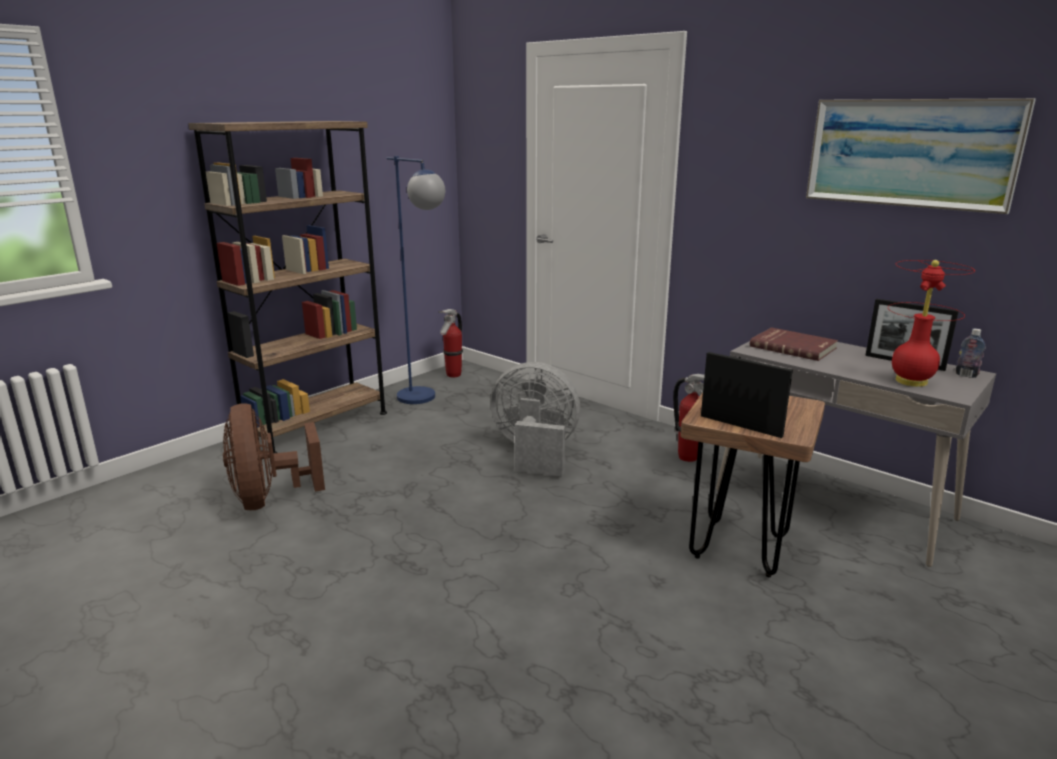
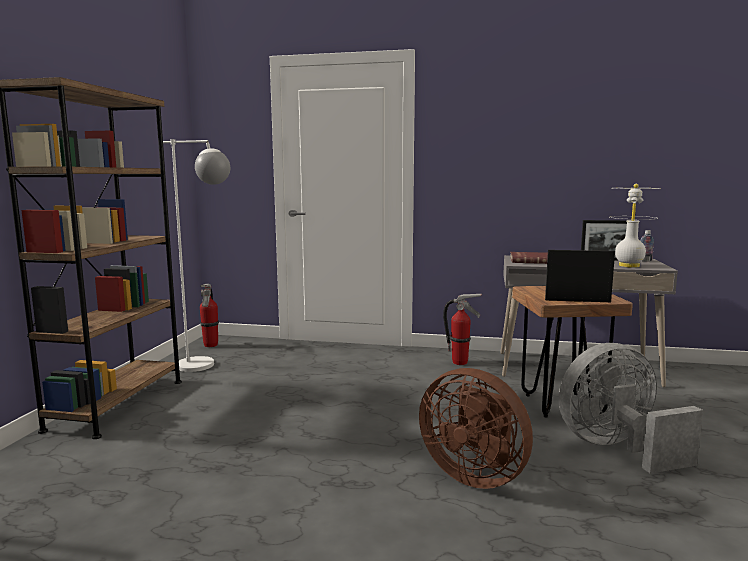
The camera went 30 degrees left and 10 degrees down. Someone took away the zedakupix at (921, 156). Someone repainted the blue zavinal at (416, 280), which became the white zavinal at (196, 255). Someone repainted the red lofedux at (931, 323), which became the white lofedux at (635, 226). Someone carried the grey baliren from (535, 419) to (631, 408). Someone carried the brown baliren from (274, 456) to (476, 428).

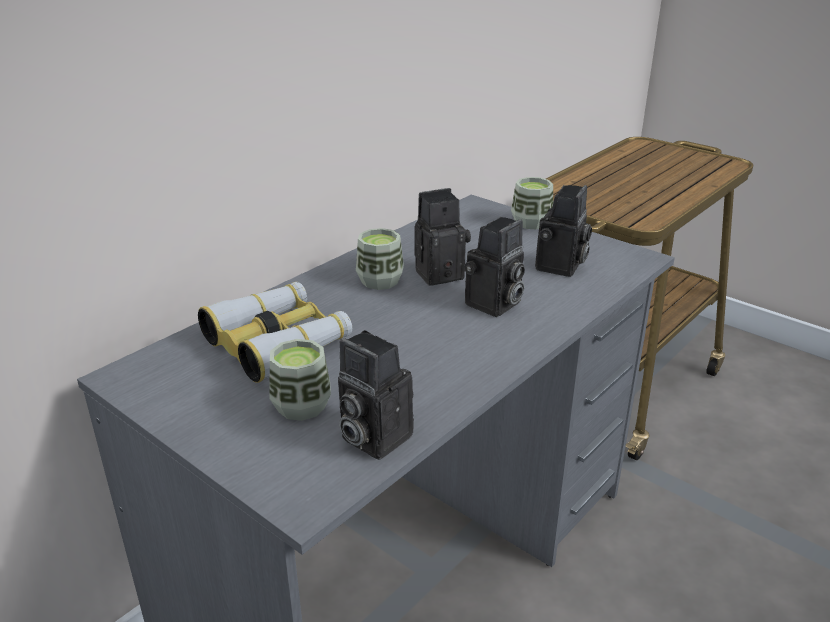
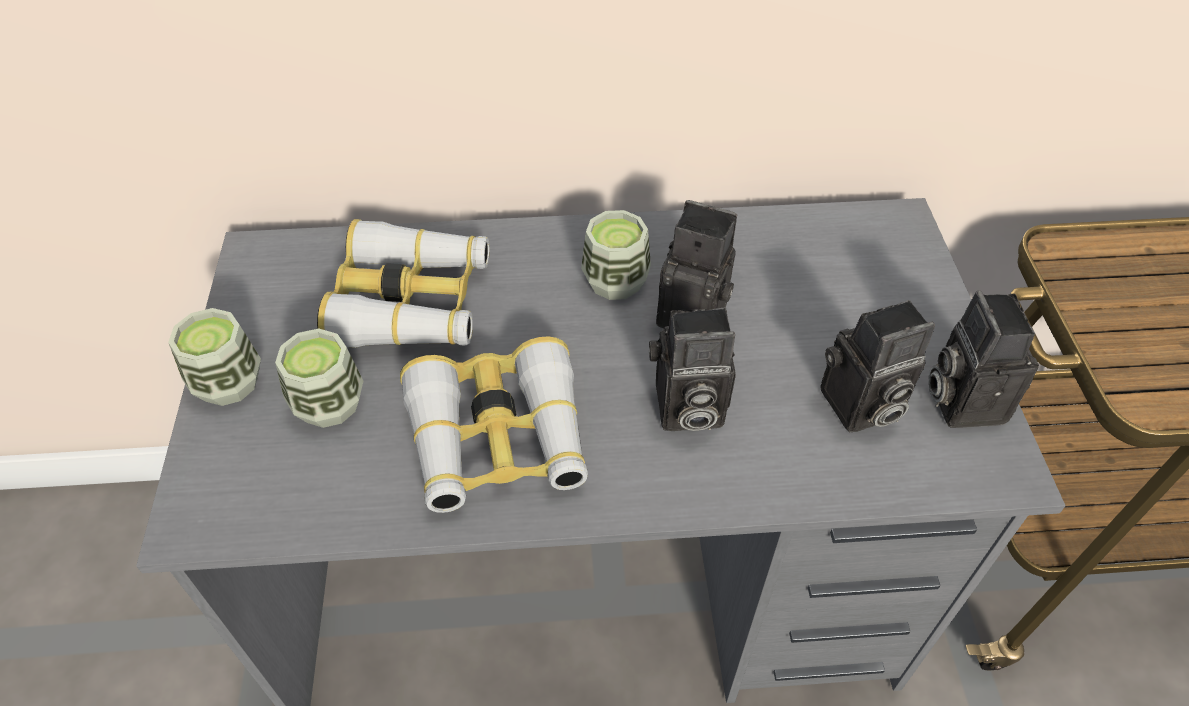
The camera went 45 degrees right and 20 degrees up. Someone carried the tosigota from (532, 203) to (214, 357). Someone carried the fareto from (376, 395) to (984, 359). Someone put down the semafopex at (494, 424).

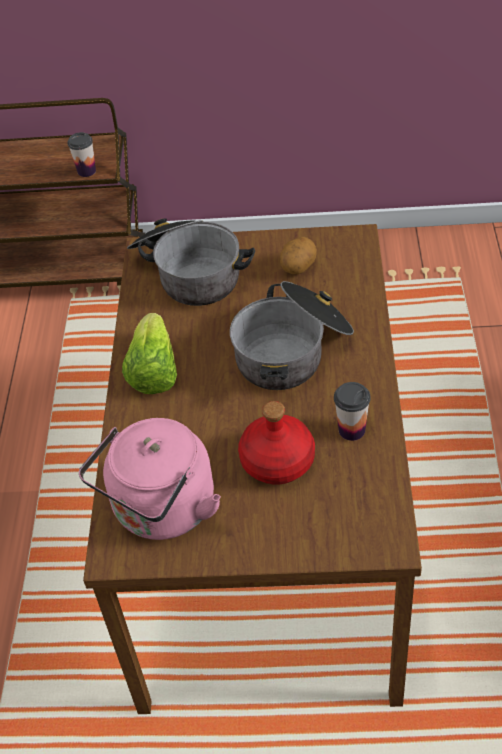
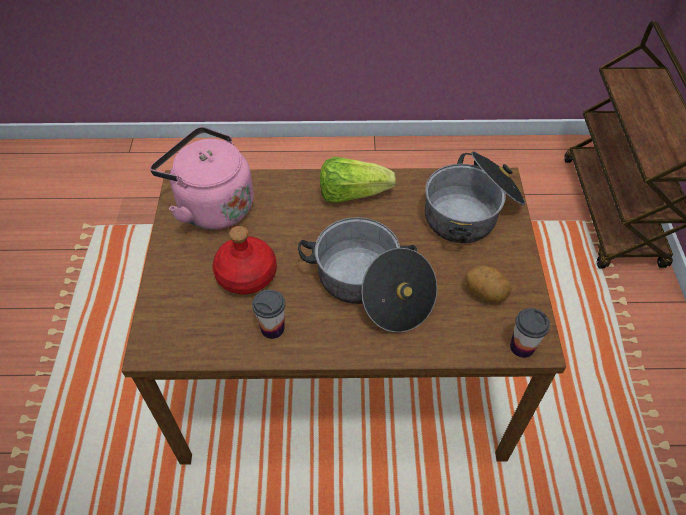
The camera went 85 degrees right and 5 degrees up. Someone carried the tosigota from (81, 154) to (530, 333).

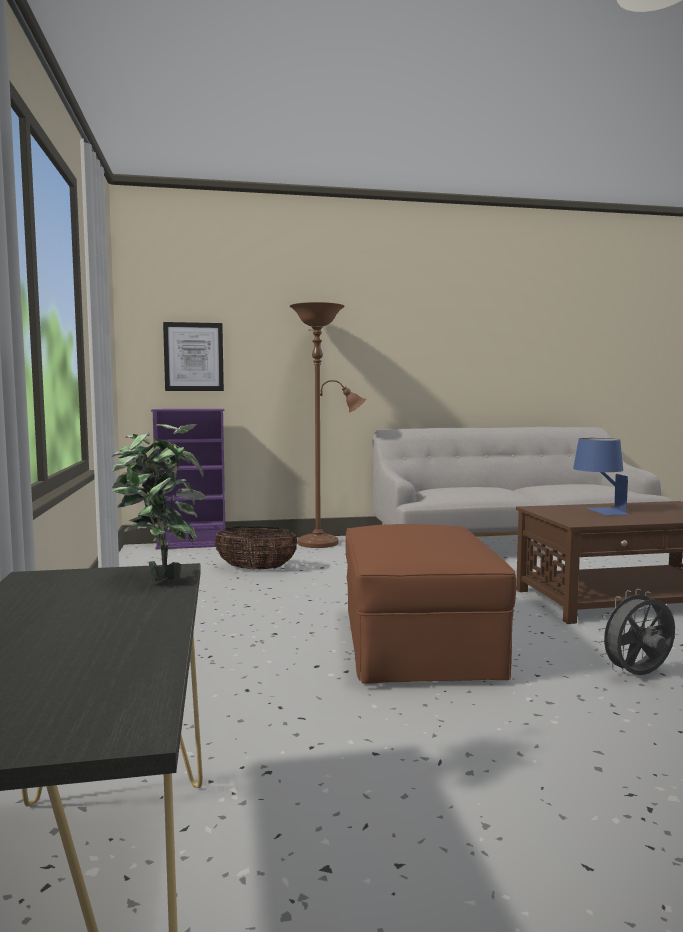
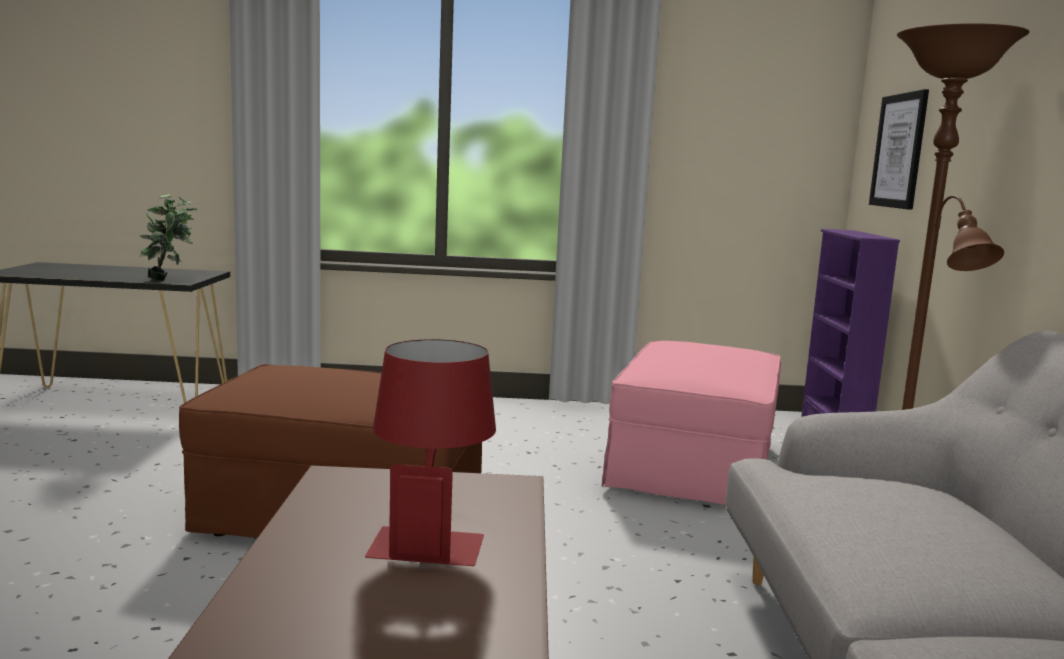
The camera went 100 degrees right and 5 degrees up. Someone repainted the blue lofedux at (602, 476), which became the red lofedux at (430, 452). Someone swapped the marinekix at (256, 548) for the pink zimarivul at (691, 423). Someone took away the grey baliren at (636, 632).

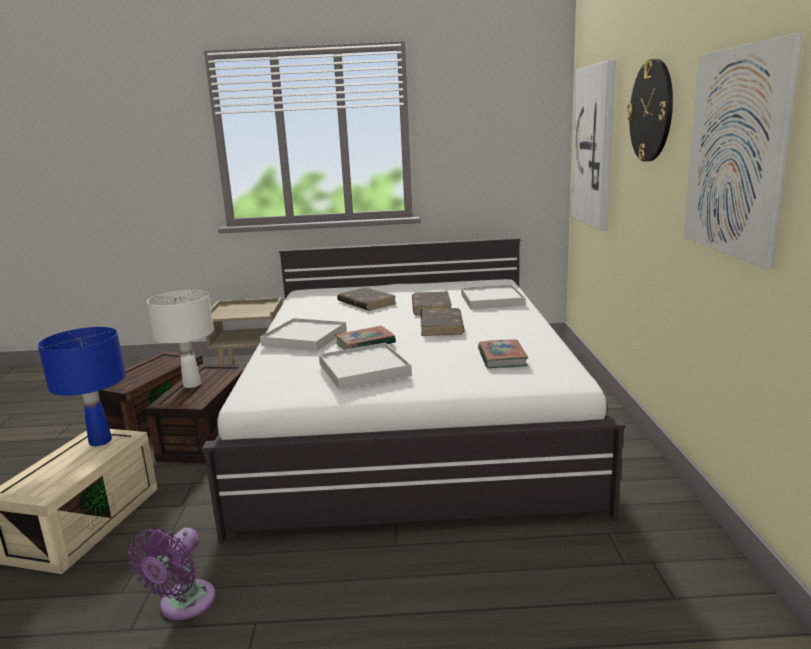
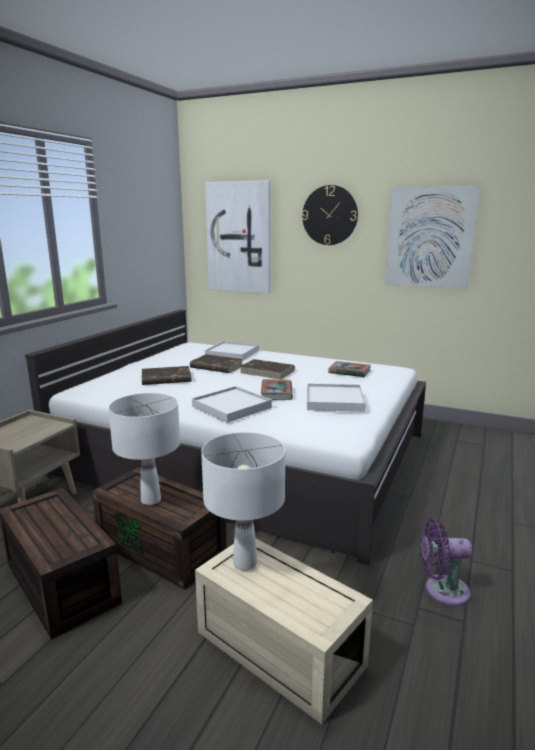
The camera went 65 degrees left and 0 degrees up. Someone repainted the blue lofedux at (82, 386), which became the white lofedux at (243, 501). Someone rotated the purple baliren at (172, 573) by 135 degrees clockwise.

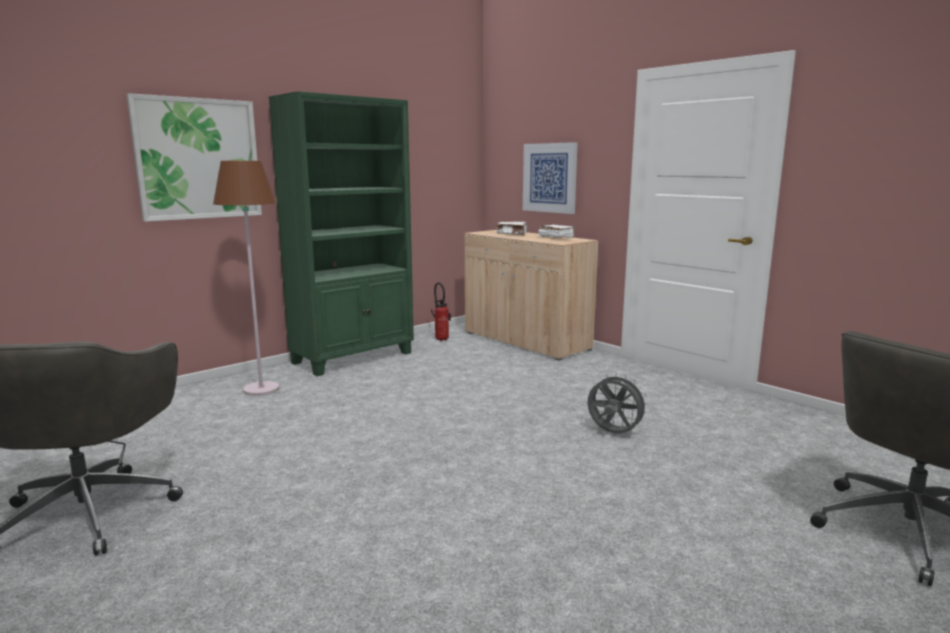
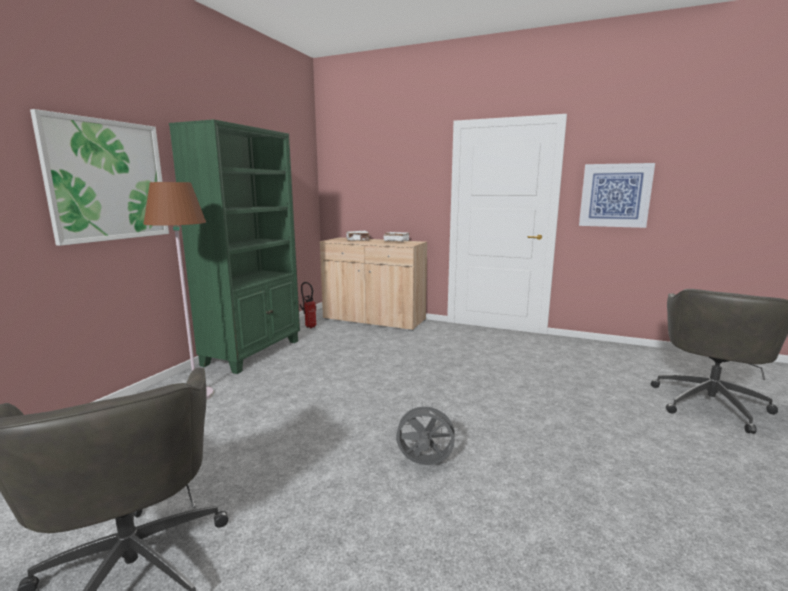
The camera went 25 degrees left and 0 degrees up. Someone carried the zedakupix from (550, 178) to (617, 195). Someone carried the grey baliren from (618, 403) to (426, 433).

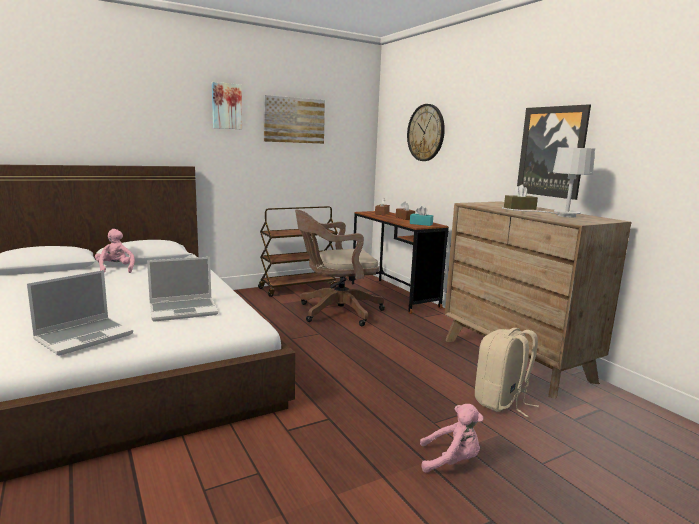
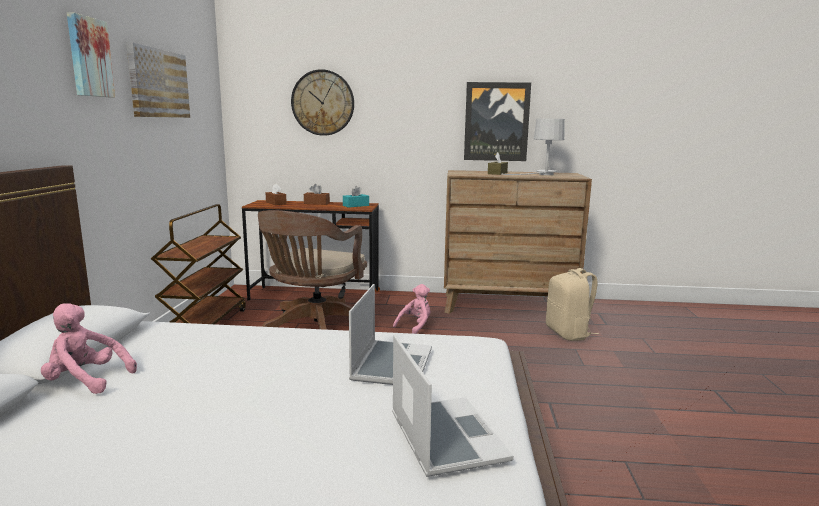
The camera went 55 degrees left and 0 degrees up. Someone carried the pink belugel from (451, 438) to (411, 309).

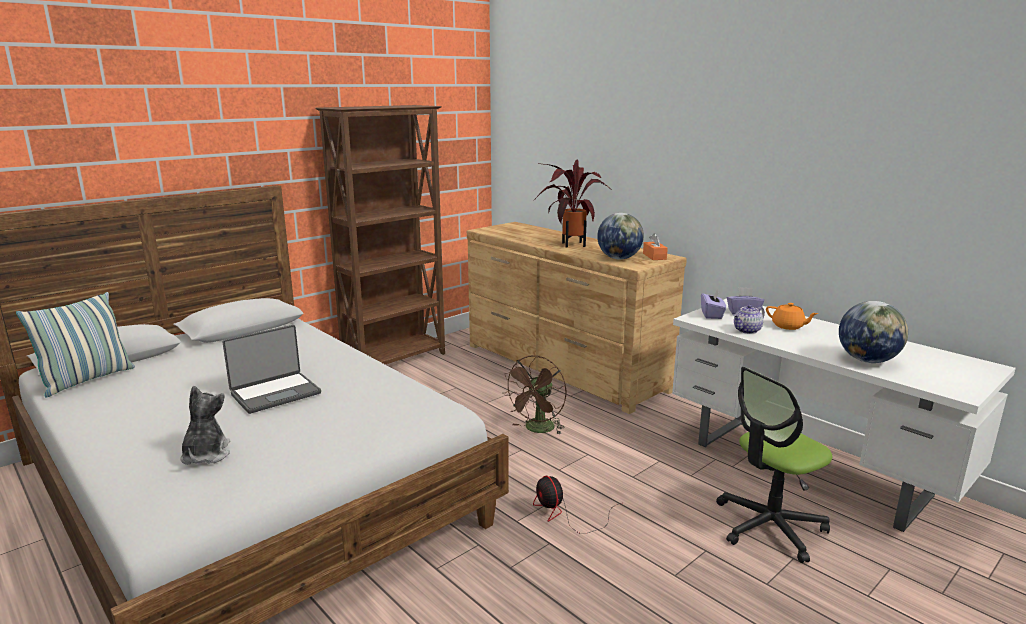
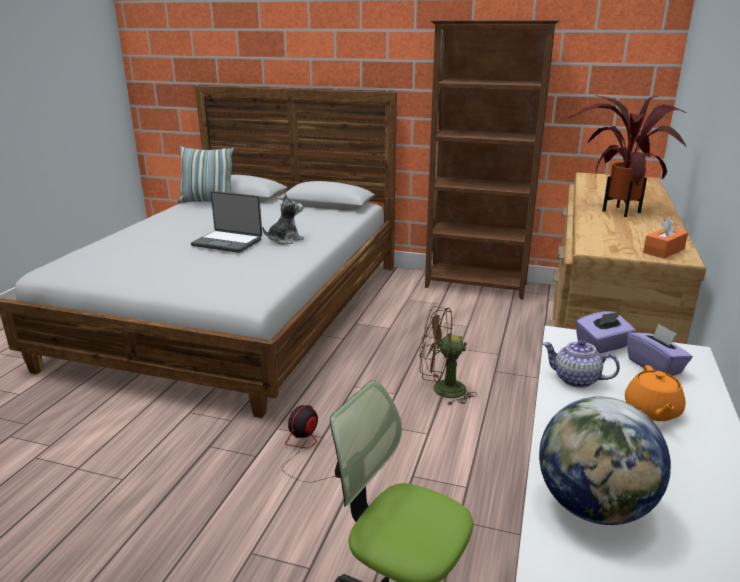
The camera went 60 degrees right and 5 degrees up. Someone took away the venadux at (620, 236). Someone carried the belugel from (205, 425) to (283, 219).

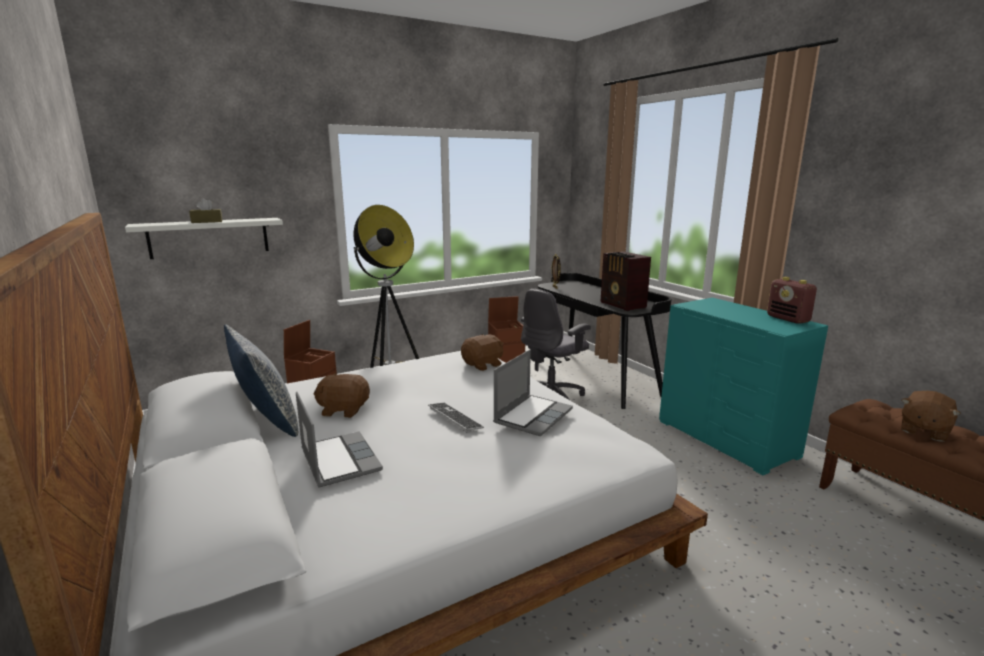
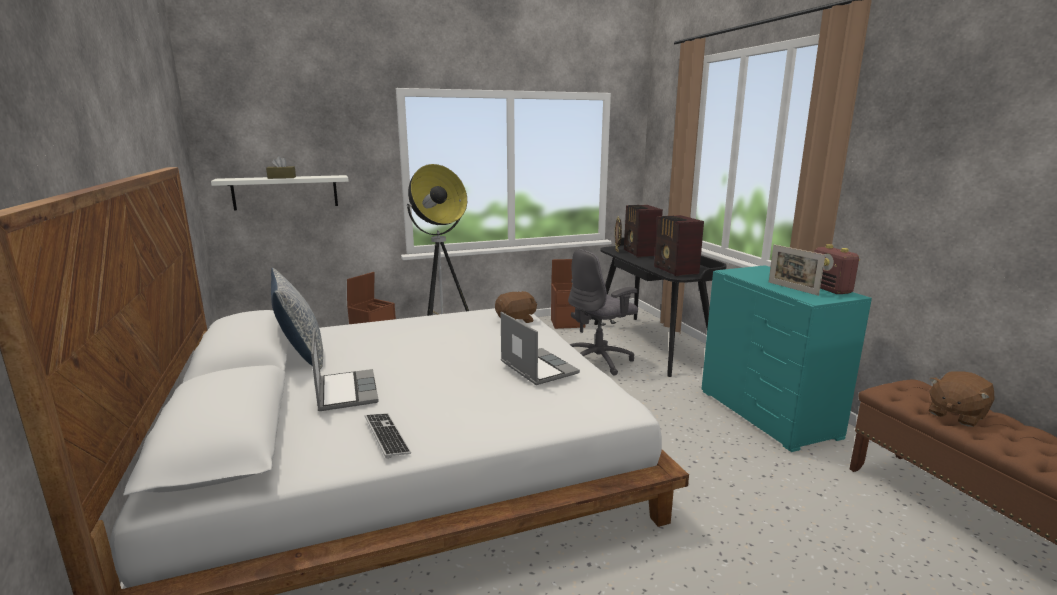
The camera went 10 degrees right and 0 degrees up. Someone rotated the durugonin at (533, 393) by 75 degrees counterclockwise. Someone took away the brown belugel at (342, 395). Someone carried the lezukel from (456, 418) to (388, 435). Someone put down the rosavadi at (643, 231). Someone put down the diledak at (797, 270).

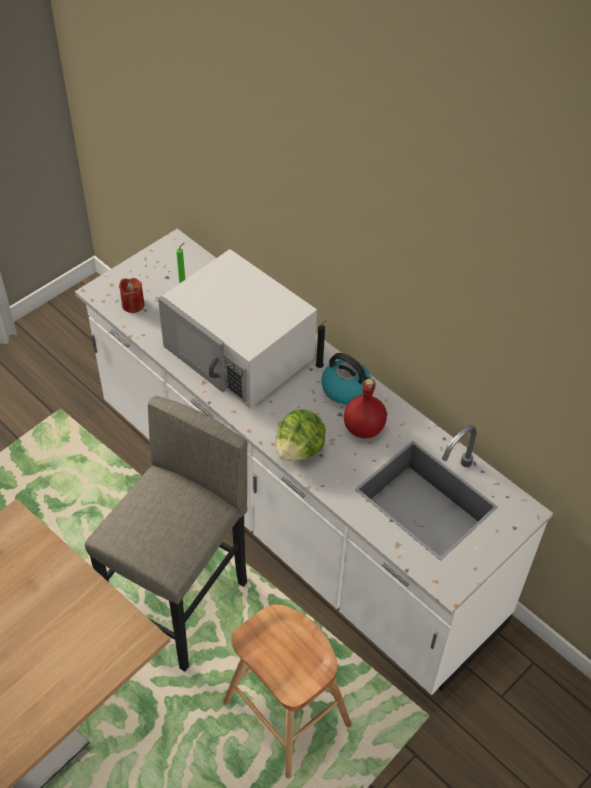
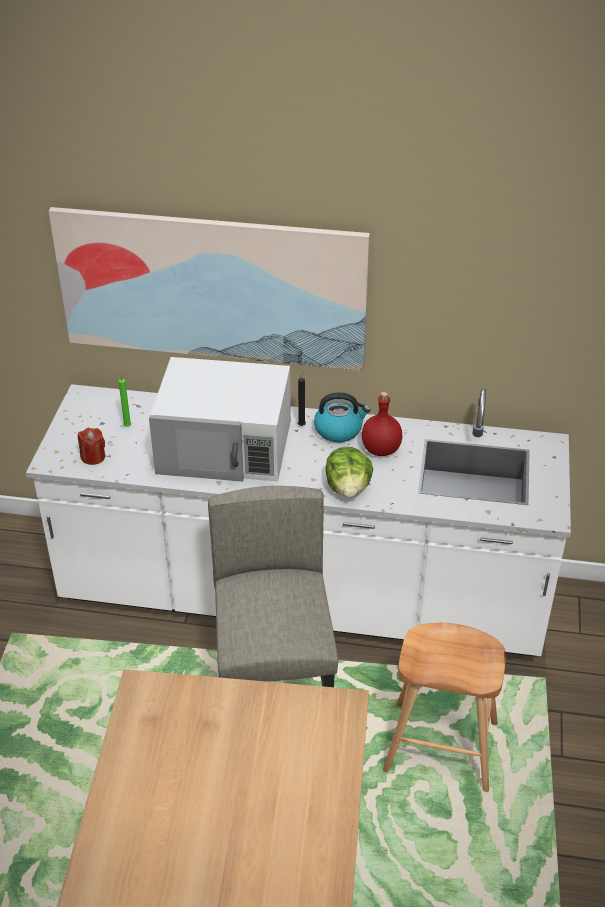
The camera went 35 degrees left and 10 degrees down. Someone put up the zedakupix at (209, 289).

